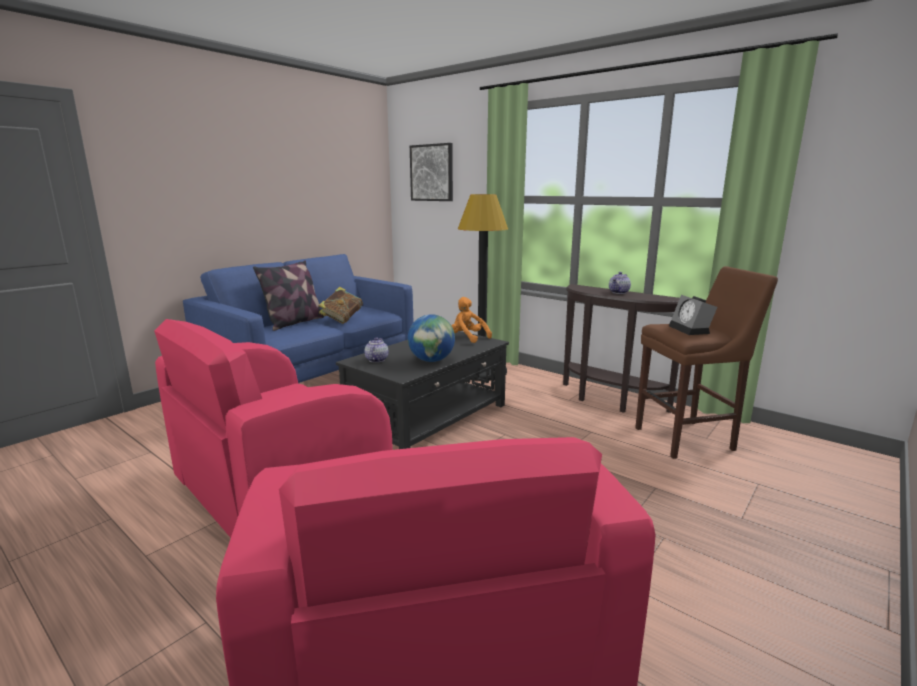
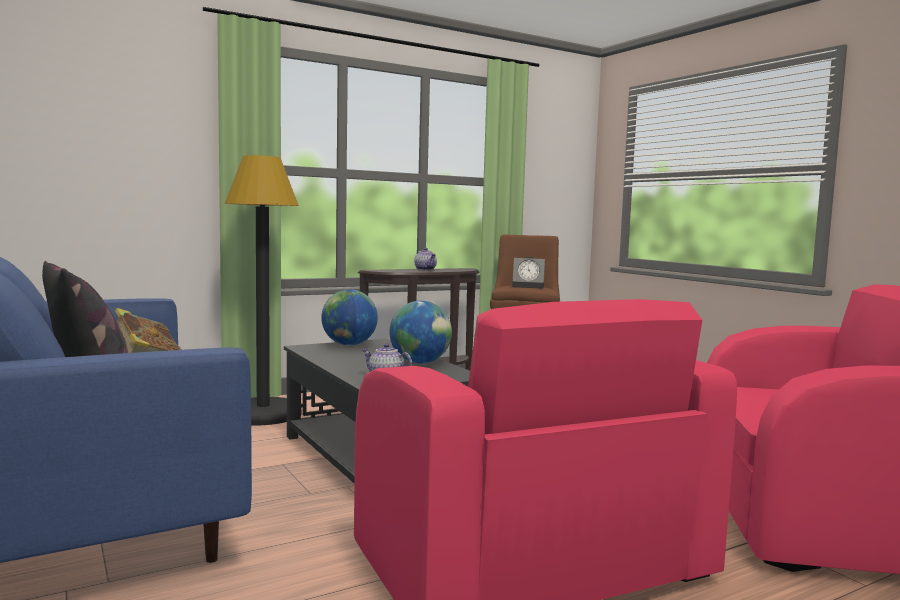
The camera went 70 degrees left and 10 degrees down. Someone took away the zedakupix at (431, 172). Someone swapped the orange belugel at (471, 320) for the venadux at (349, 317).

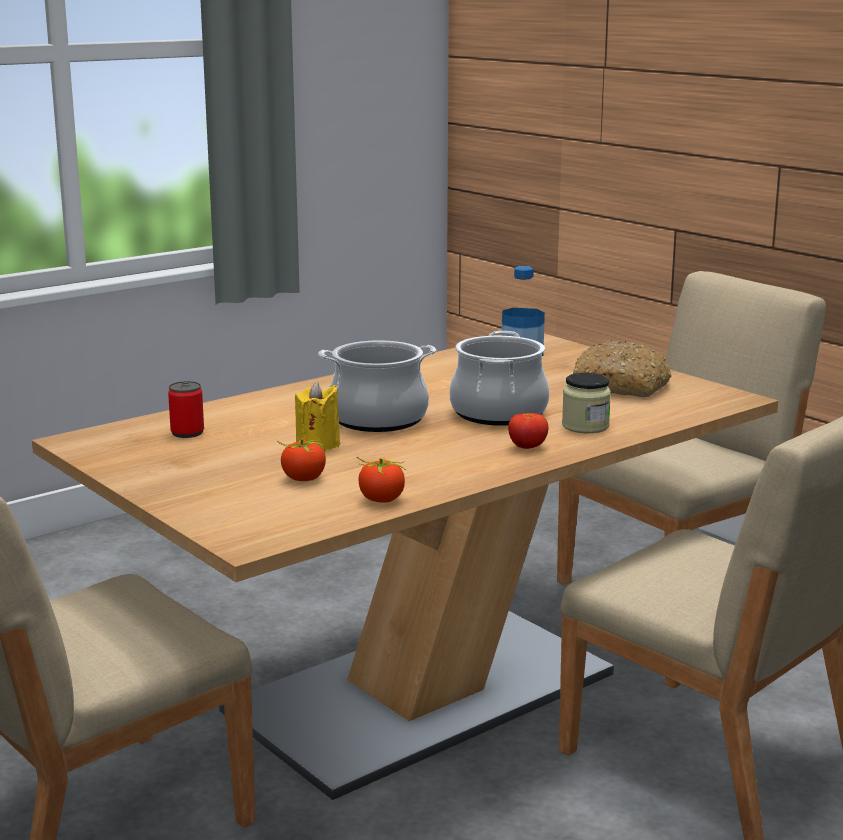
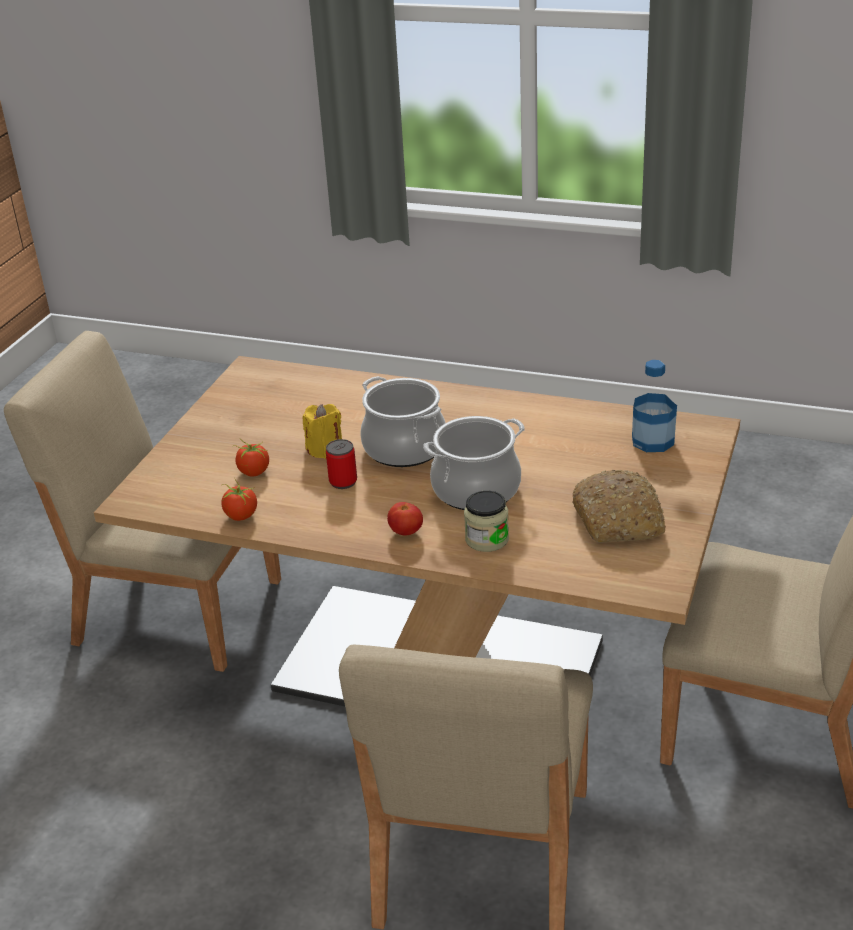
The camera went 60 degrees right and 15 degrees up. Someone carried the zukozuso from (186, 409) to (341, 464).

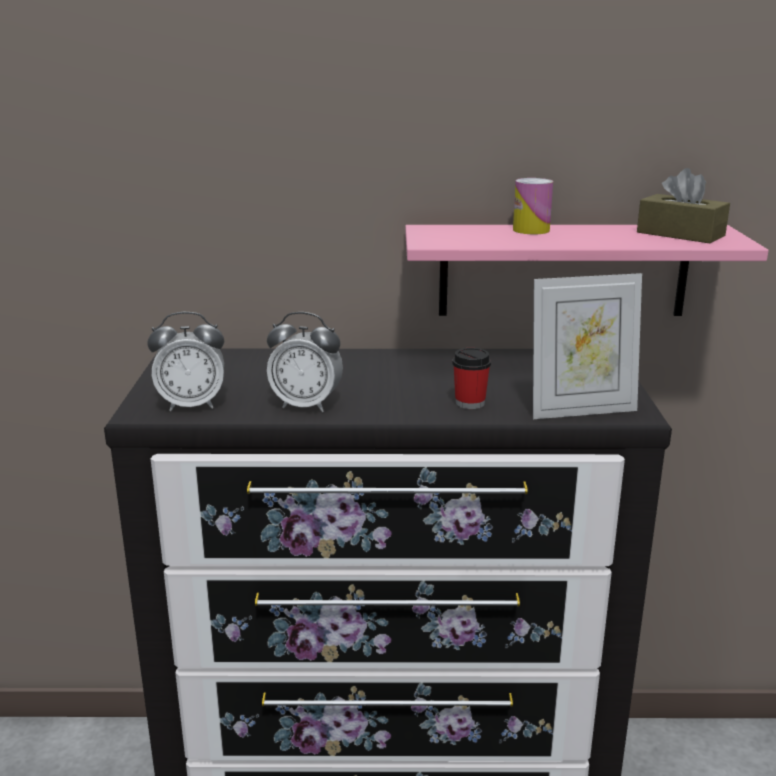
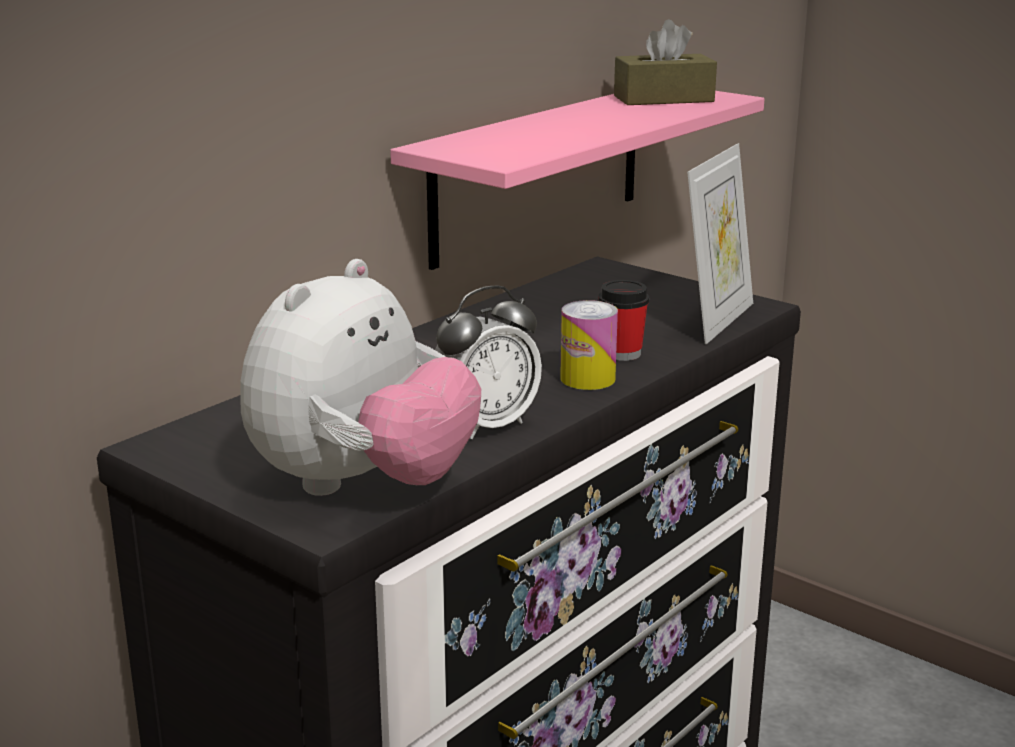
The camera went 50 degrees left and 0 degrees up. Someone carried the zukozuso from (533, 206) to (589, 345). Someone swapped the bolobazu at (185, 361) for the belugel at (360, 377).

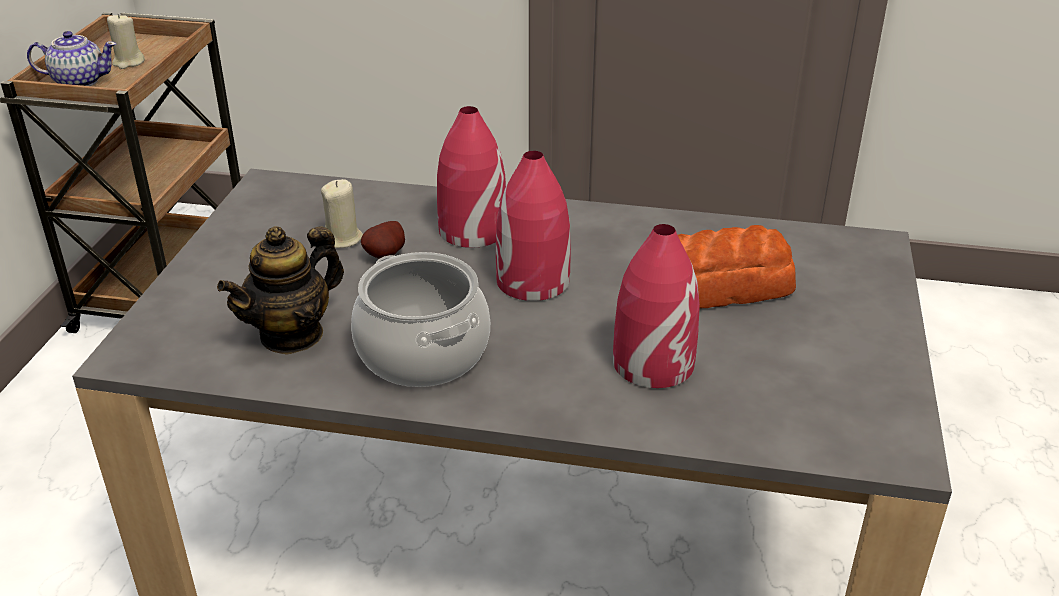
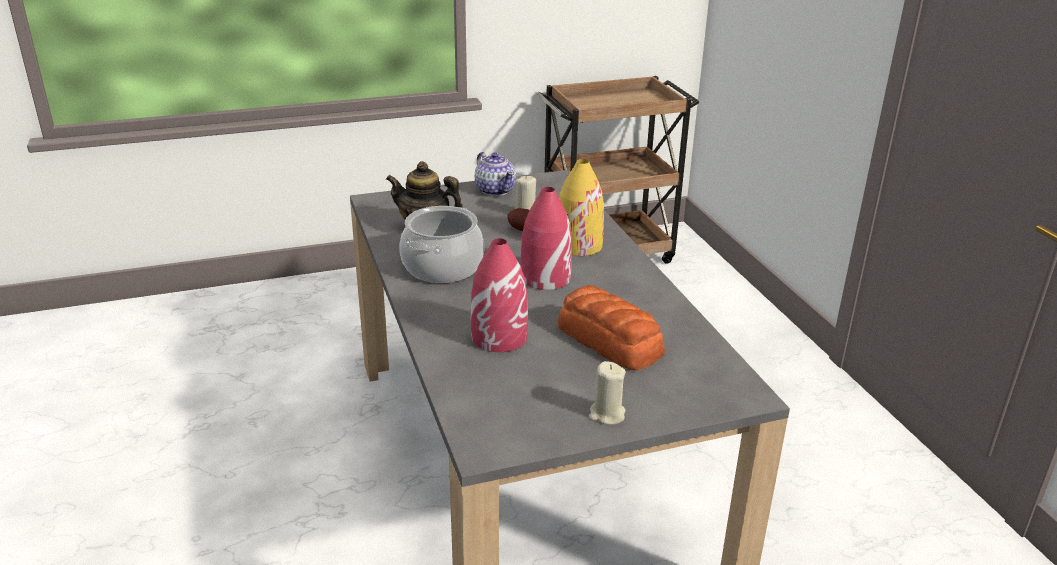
The camera went 60 degrees right and 5 degrees down. Someone carried the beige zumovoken from (126, 41) to (607, 393). Someone carried the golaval from (72, 58) to (495, 174). Someone repainted the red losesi at (471, 177), which became the yellow losesi at (581, 207).

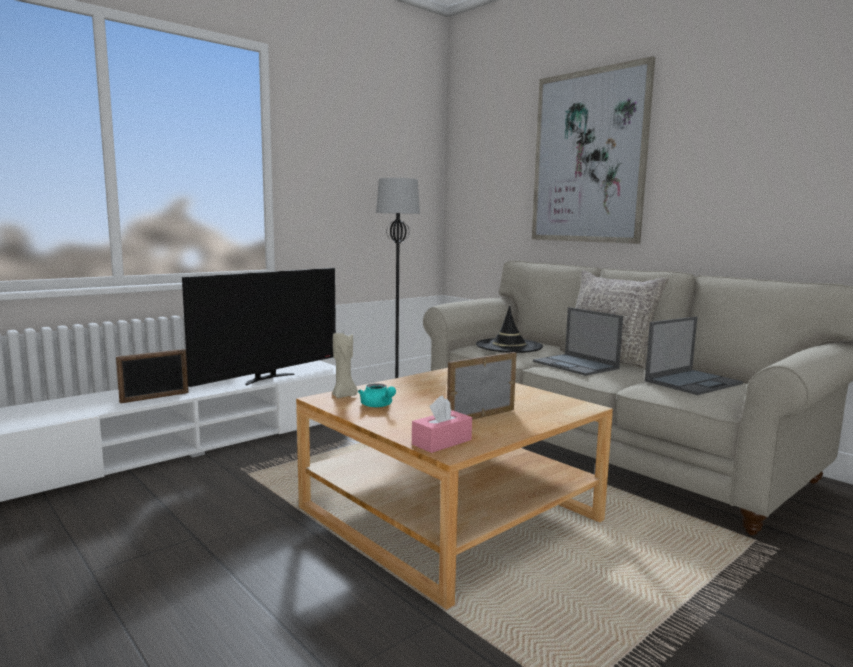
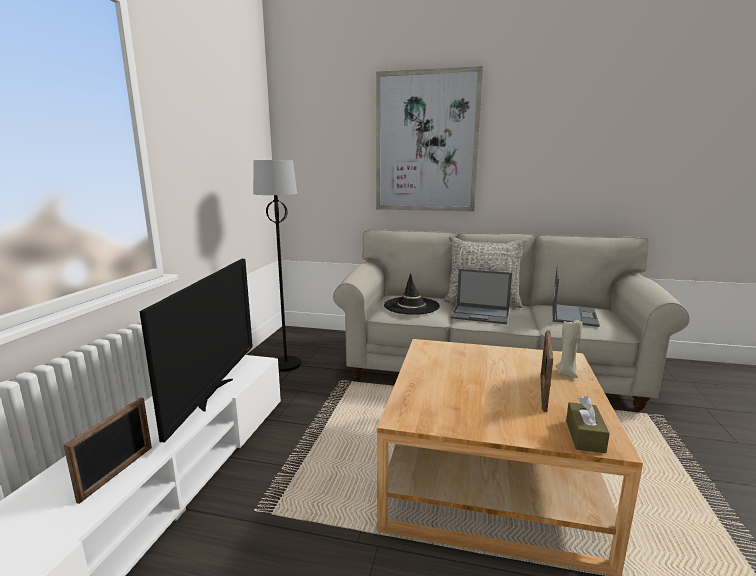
The camera went 35 degrees left and 5 degrees up. Someone carried the beige zumovoken from (345, 365) to (568, 347). Someone took away the turquoise golaval at (377, 395). Someone repainted the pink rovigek at (442, 424), which became the brown rovigek at (588, 424).

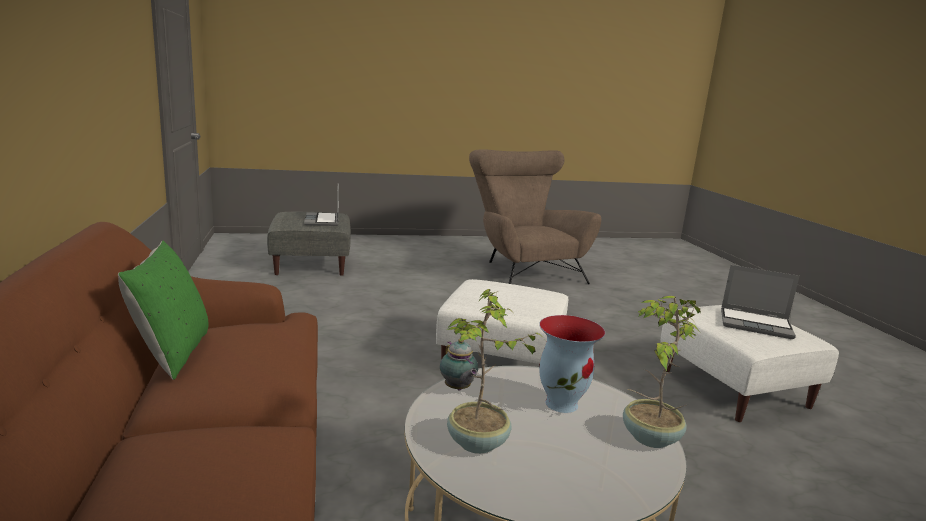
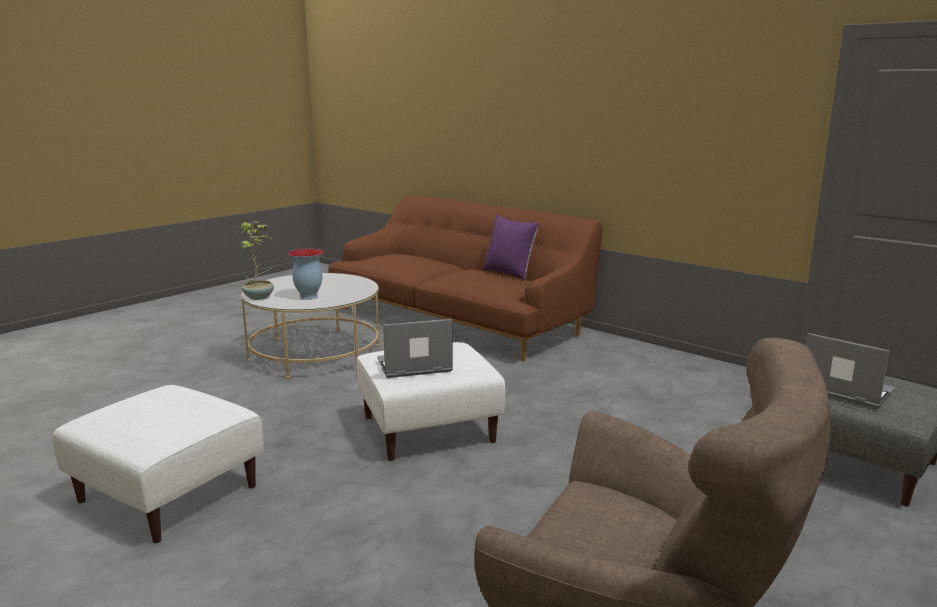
The camera went 145 degrees right and 0 degrees up. Someone repainted the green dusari at (163, 310), which became the purple dusari at (511, 247). Someone carried the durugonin from (760, 302) to (415, 348). Someone took away the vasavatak at (494, 371). Someone took away the golaval at (459, 364).

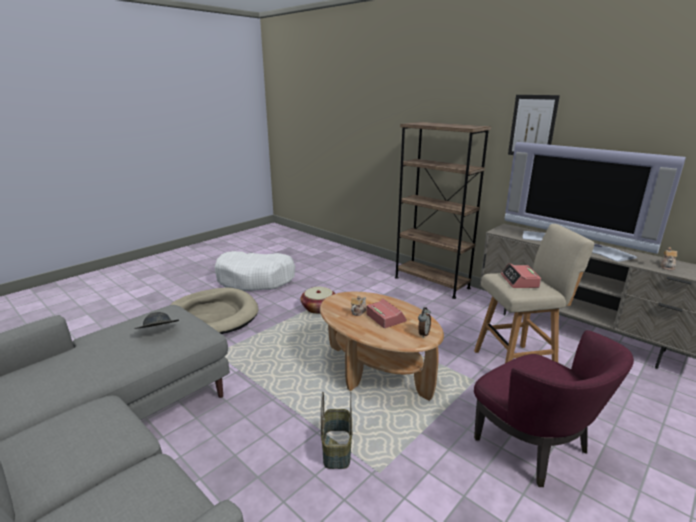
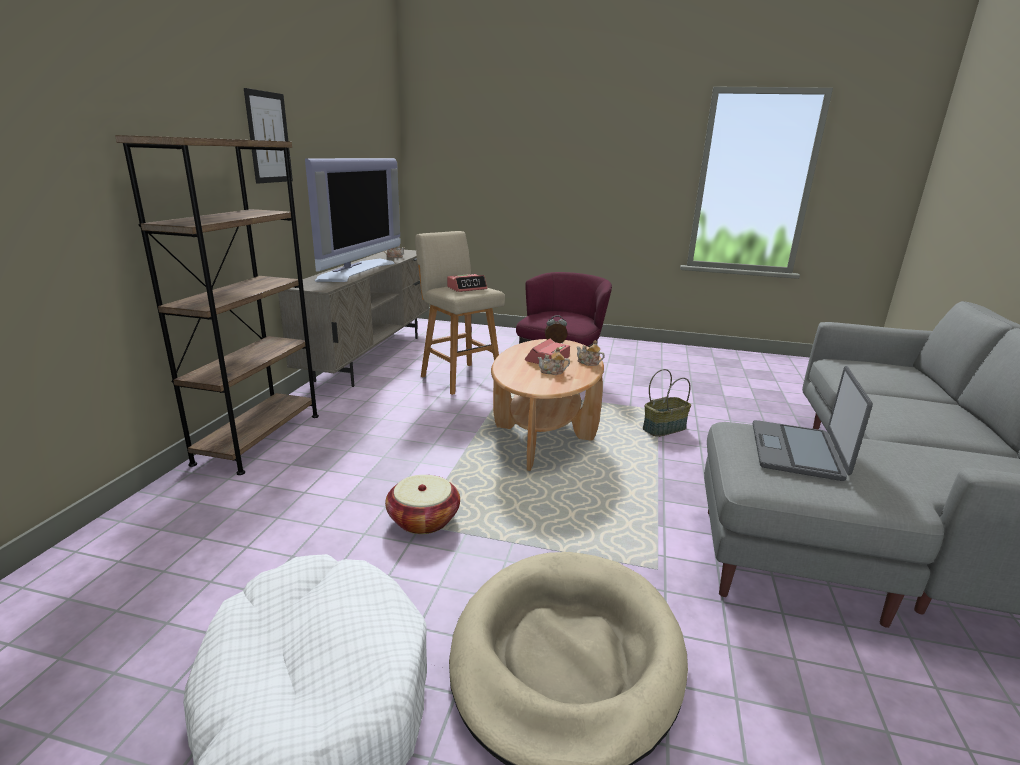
The camera went 120 degrees left and 0 degrees up. Someone swapped the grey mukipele at (156, 320) for the durugonin at (813, 423). Someone put down the golaval at (590, 353).

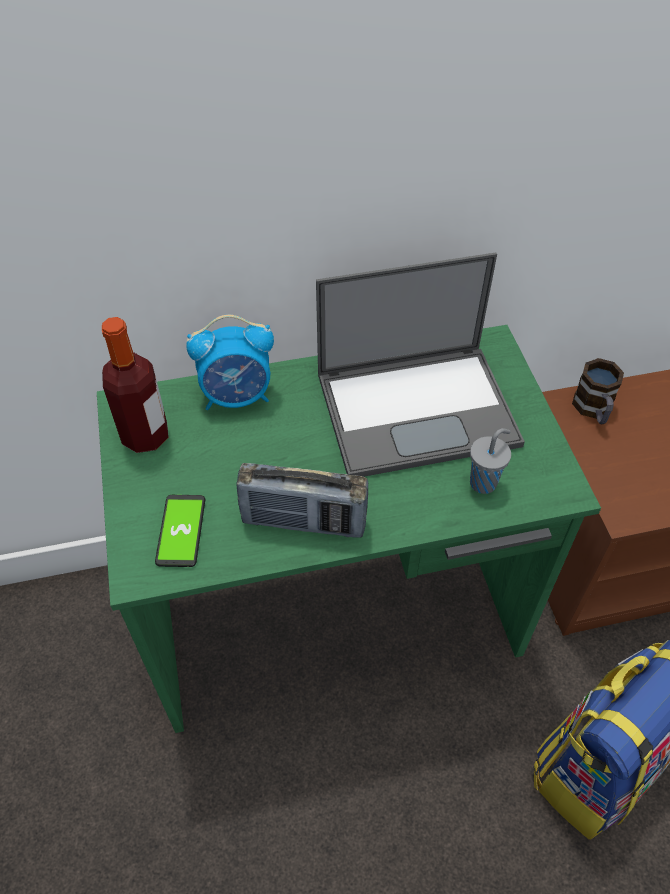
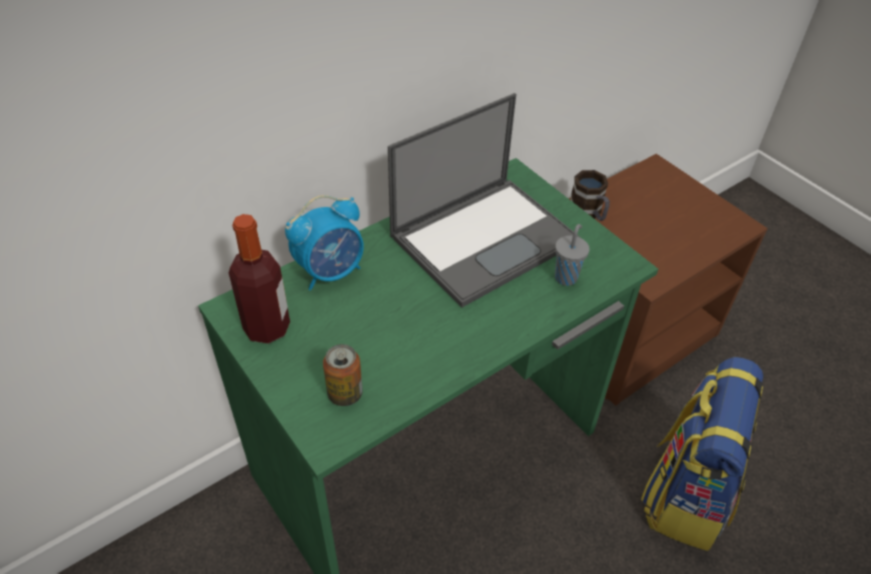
The camera went 25 degrees left and 5 degrees down. Someone took away the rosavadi at (302, 500). Someone swapped the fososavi at (180, 531) for the zukozuso at (343, 375).

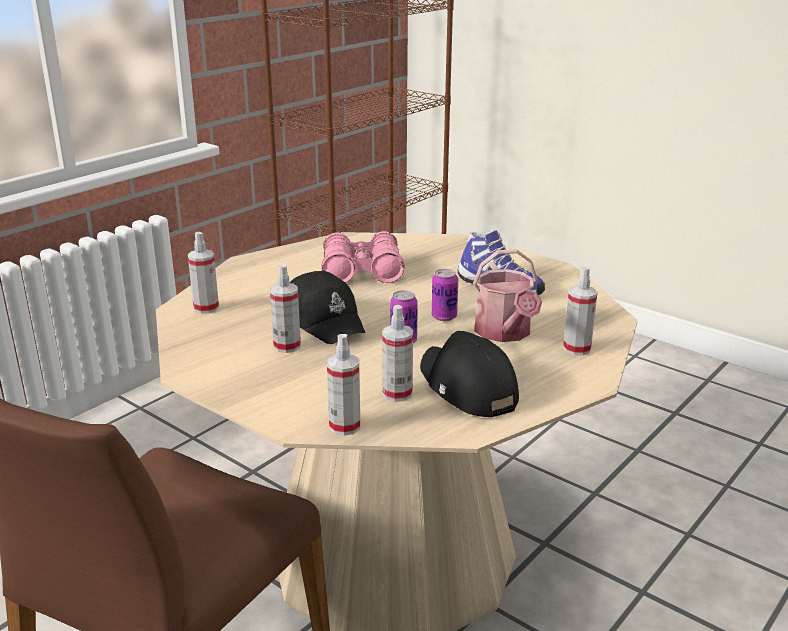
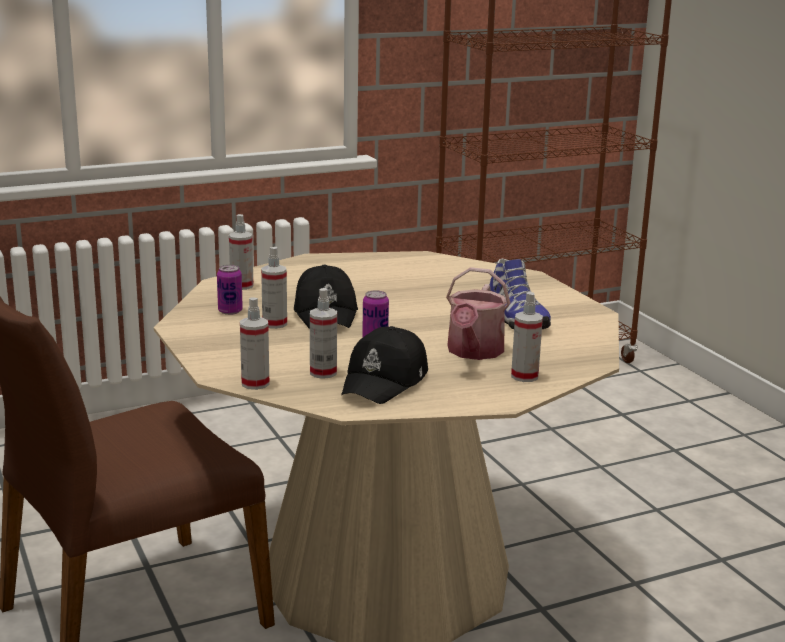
The camera went 25 degrees right and 5 degrees down. Someone took away the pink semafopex at (363, 257). Someone carried the zukozuso from (445, 295) to (230, 290). Someone rotated the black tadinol at (469, 374) by 150 degrees counterclockwise.

